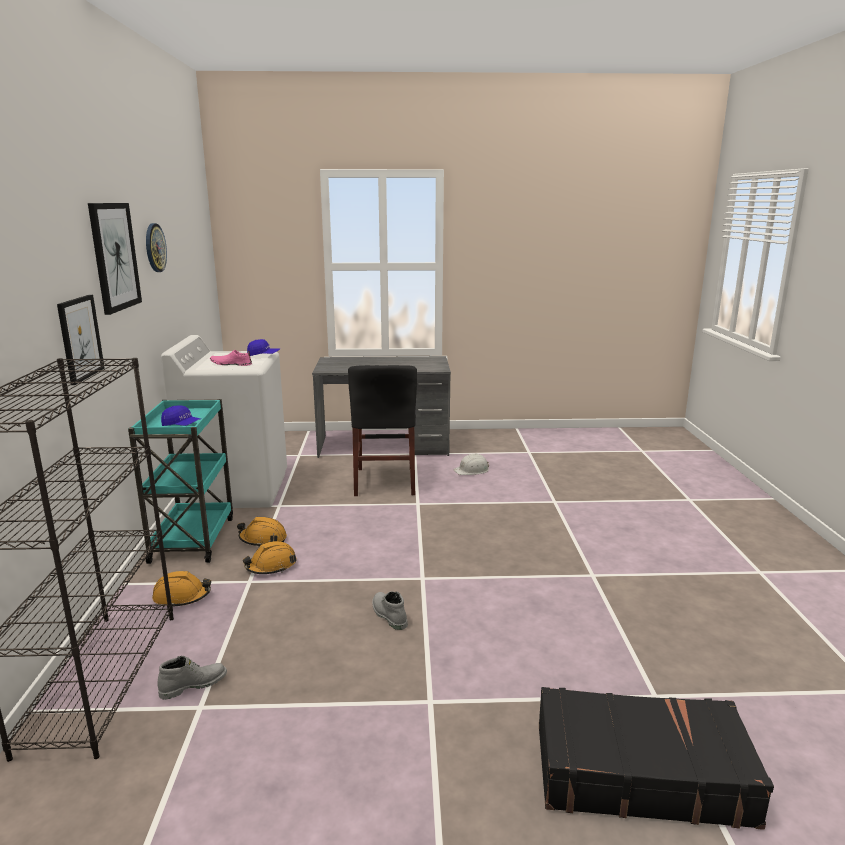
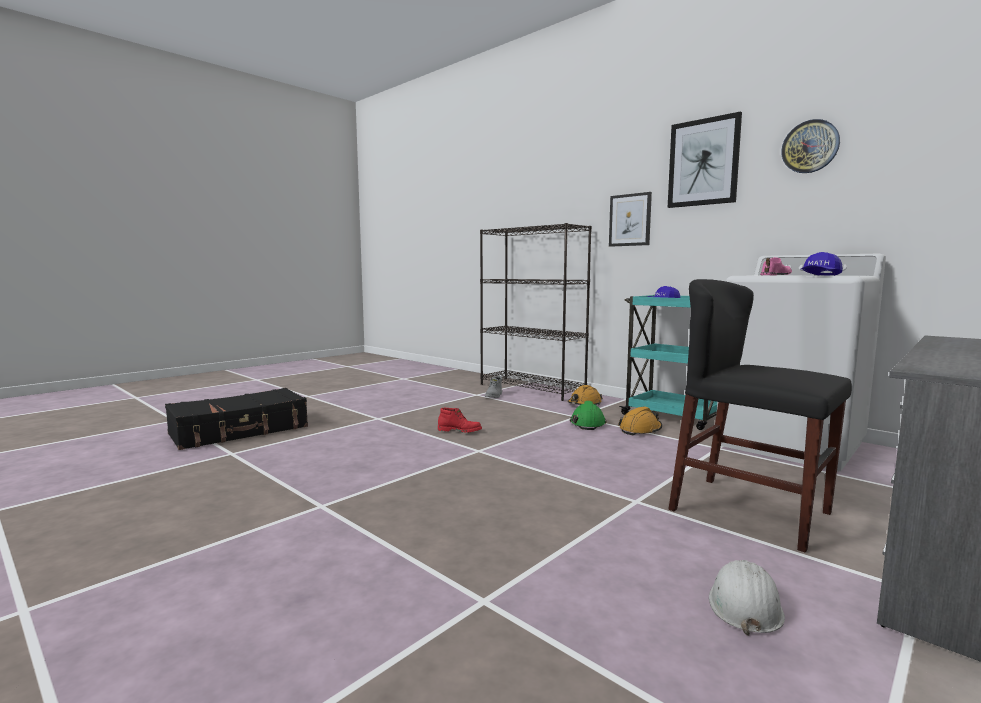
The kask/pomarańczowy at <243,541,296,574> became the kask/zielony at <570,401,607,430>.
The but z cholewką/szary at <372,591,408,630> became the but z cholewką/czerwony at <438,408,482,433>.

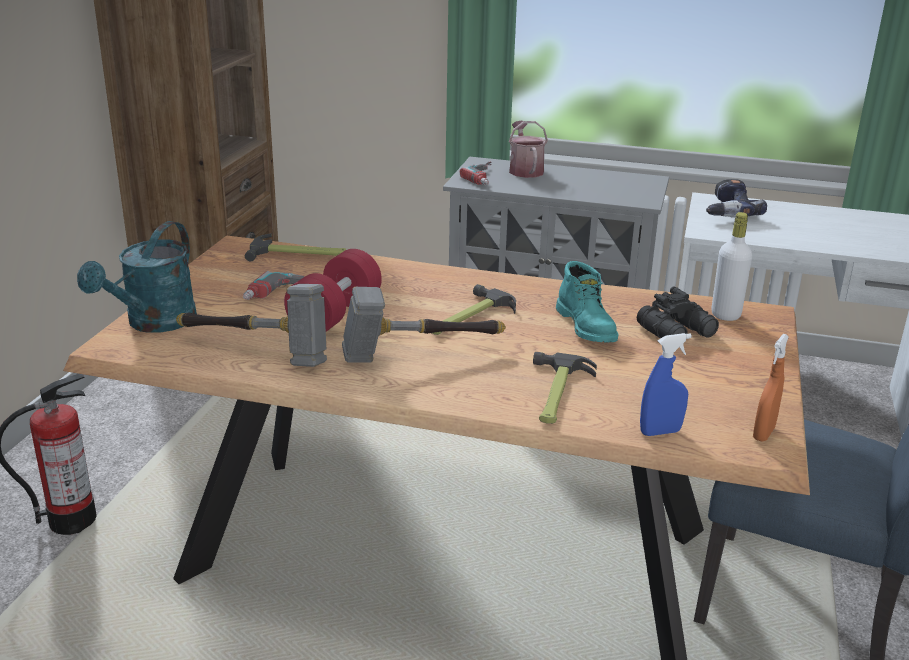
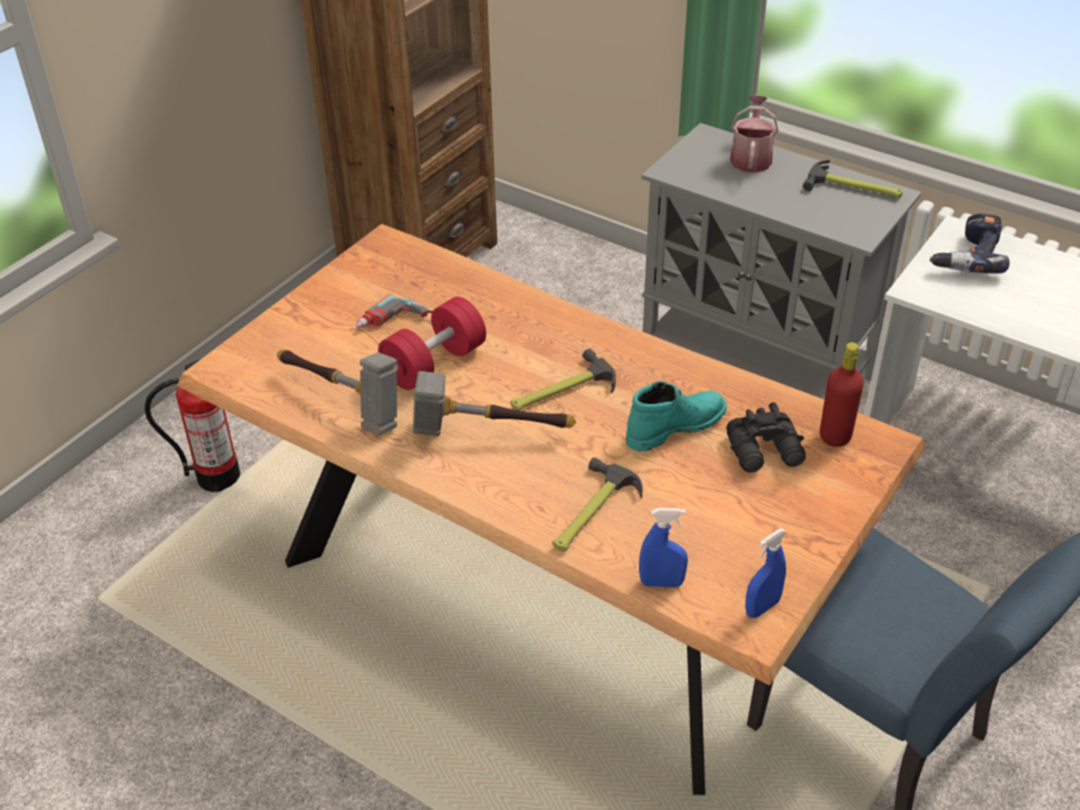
The wiertarka at <460,162,492,185> disappeared.
The butelka/biały at <711,212,752,321> became the butelka/czerwony at <820,342,864,447>.
The konewka/turkusowy at <77,221,197,333> disappeared.
The młotek moved from <245,233,346,262> to <803,160,903,198>.
The but z cholewką/turkusowy at <556,261,618,342> turned 120 degrees counterclockwise.
The spryskiwacz/pomarańczowy at <753,334,789,441> became the spryskiwacz/niebieski at <745,529,786,618>.

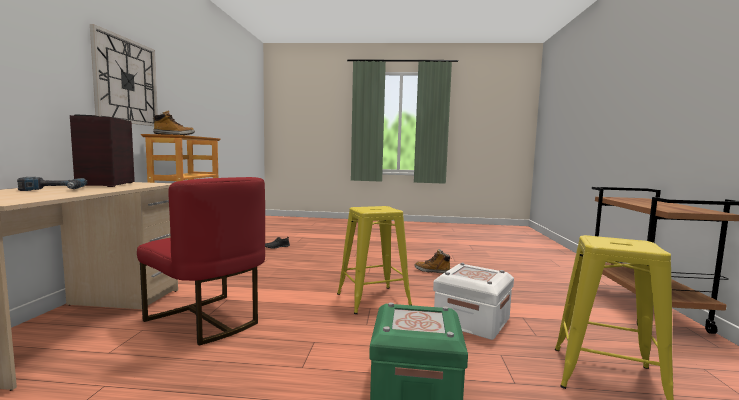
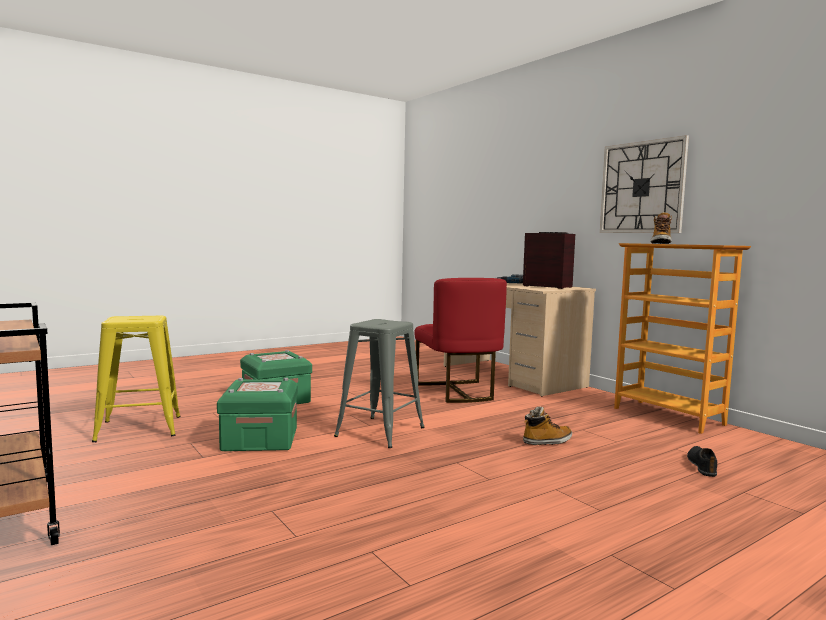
The krzesło/czerwony at <137,177,265,346> turned 105 degrees counterclockwise.
The stołek/żółty at <337,206,412,314> became the stołek/szary at <334,319,425,448>.
The but z cholewką moved from <414,249,451,274> to <523,407,572,445>.
The pojemnik do przechowywania/biały at <433,263,514,340> became the pojemnik do przechowywania/zielony at <217,378,298,451>.

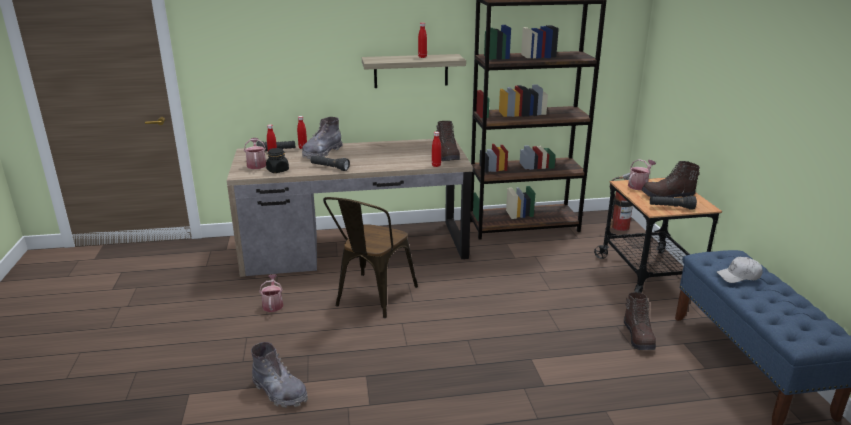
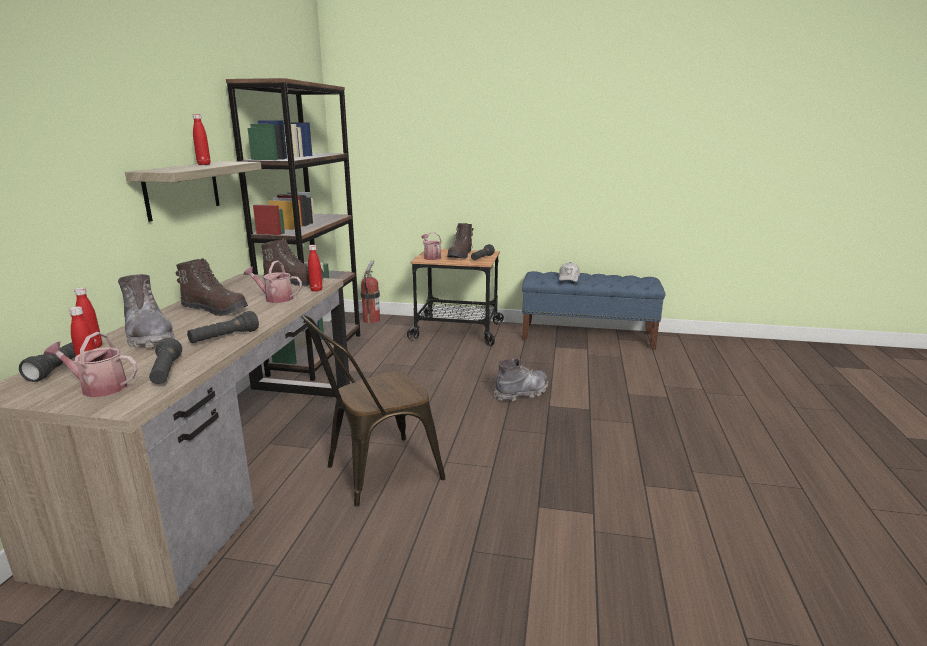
The słoik/czarny at <266,148,289,173> was replaced by the latarka/czarny at <149,338,182,384>.
The krzesło/brązowy at <323,197,418,318> turned 105 degrees clockwise.
The konewka moved from <259,275,283,312> to <243,260,302,303>.
The but z cholewką/brązowy moved from <624,292,656,350> to <175,258,248,316>.
The but z cholewką/szary moved from <251,342,308,408> to <494,359,548,401>.

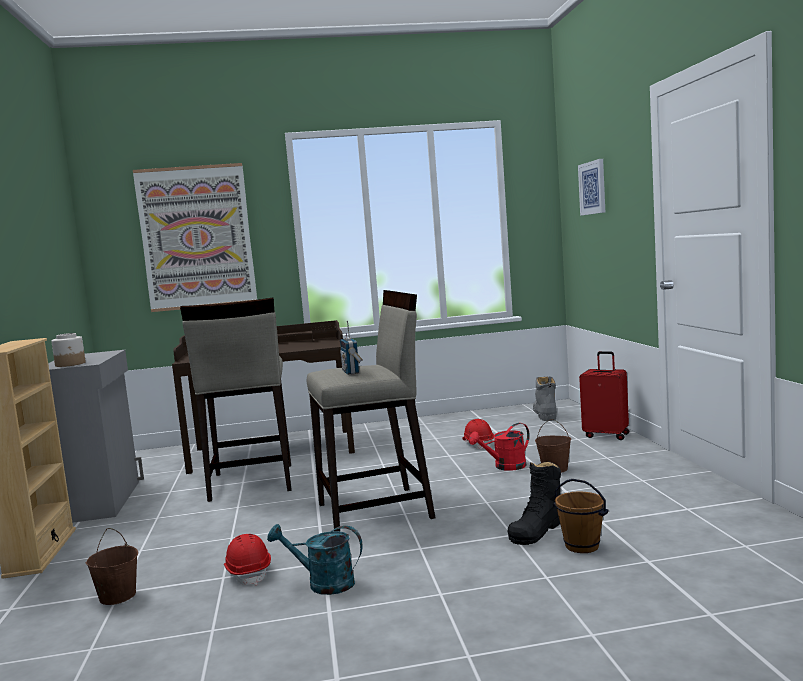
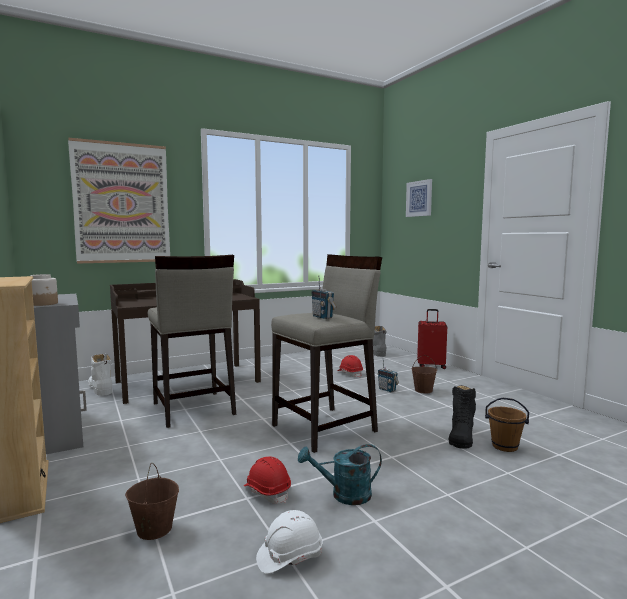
The konewka/czerwony at <469,423,530,471> was replaced by the radio at <378,360,399,392>.
The but z cholewką/biały at <88,354,113,396> appeared.
The kask/biały at <256,510,322,574> appeared.

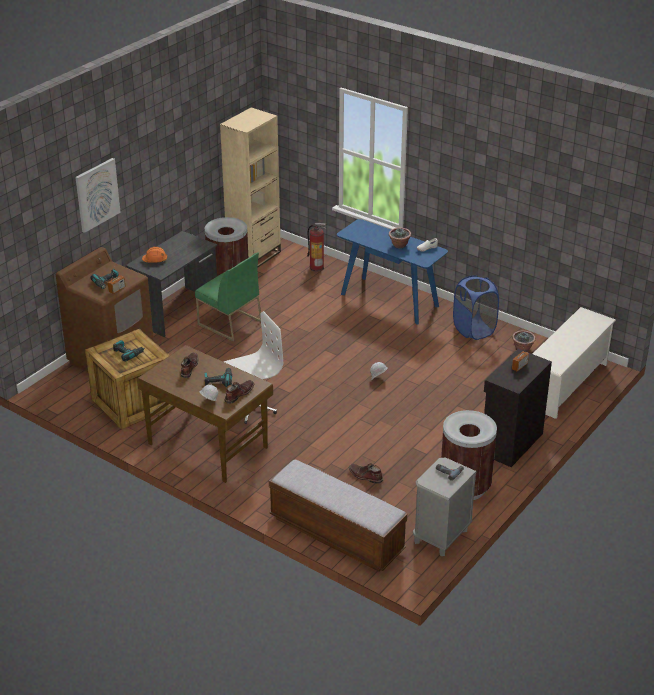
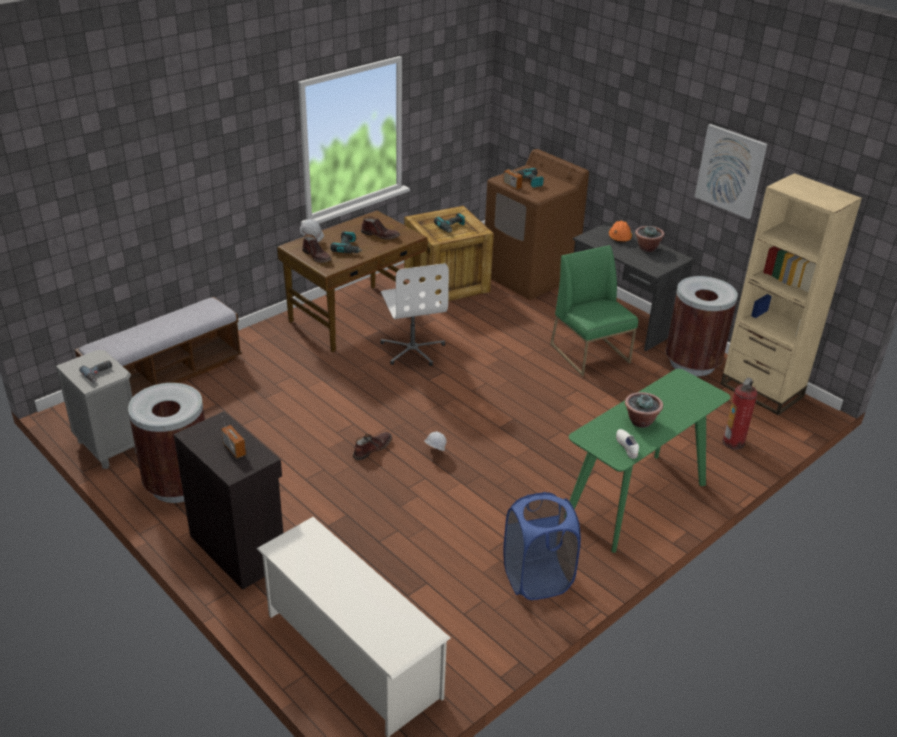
The obraz moved from <75,158,121,233> to <695,124,767,219>.
The stolik konsolowy/niebieski at <337,219,448,324> became the stolik konsolowy/zielony at <569,369,730,553>.
The krzesło/zielony at <195,253,261,341> turned 105 degrees clockwise.
The roślina doniczkowa moved from <512,330,536,352> to <635,226,665,252>.
The but z cholewką/brązowy moved from <349,463,383,484> to <353,432,392,460>.

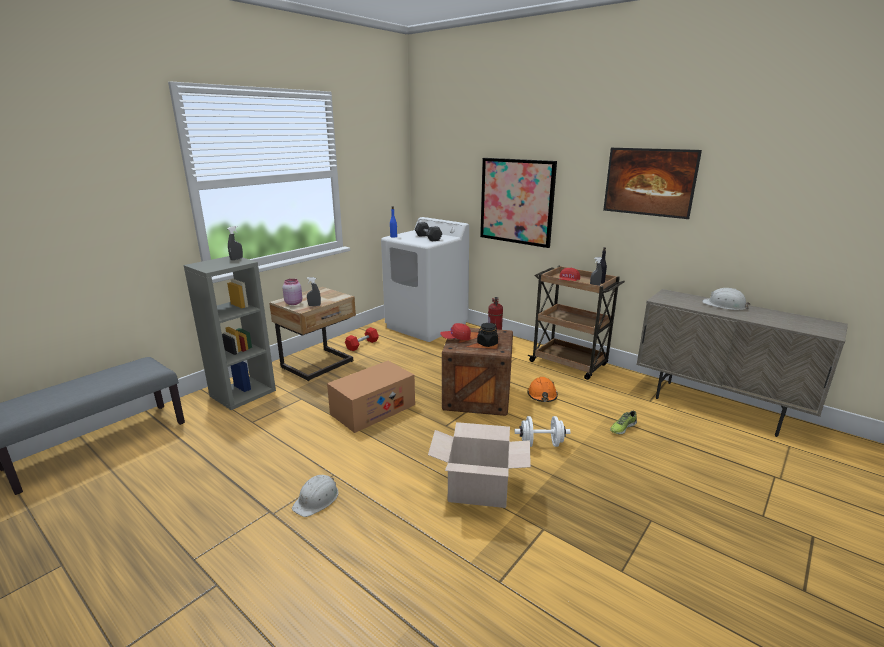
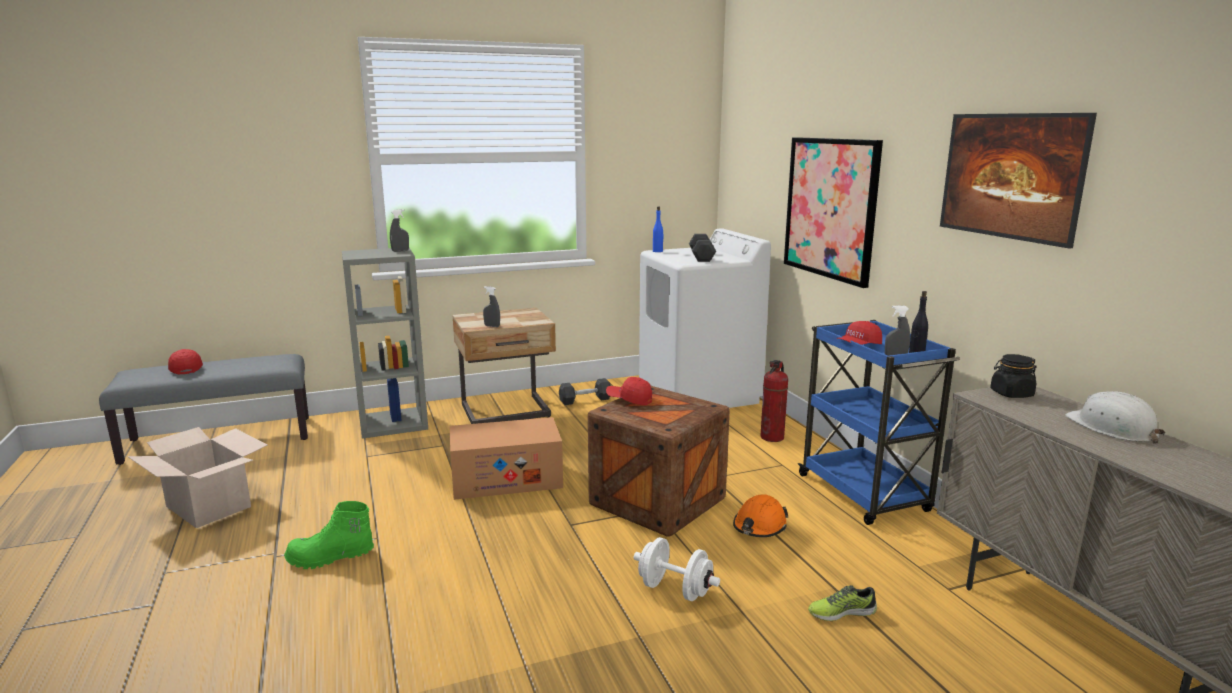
The wózek/brązowy at <528,266,625,380> became the wózek/niebieski at <798,320,960,525>.
The słoik/różowy at <282,279,302,305> disappeared.
The słoik/czarny moved from <477,323,498,347> to <990,354,1037,398>.
The hantel/czerwony at <345,327,379,351> became the hantel/szary at <559,378,611,405>.
The karton moved from <428,422,531,508> to <127,427,267,528>.
The kask/biały at <292,475,339,517> was replaced by the but z cholewką/zielony at <284,501,374,569>.
The czapka z daszkiem/czerwony at <168,349,203,375> appeared.

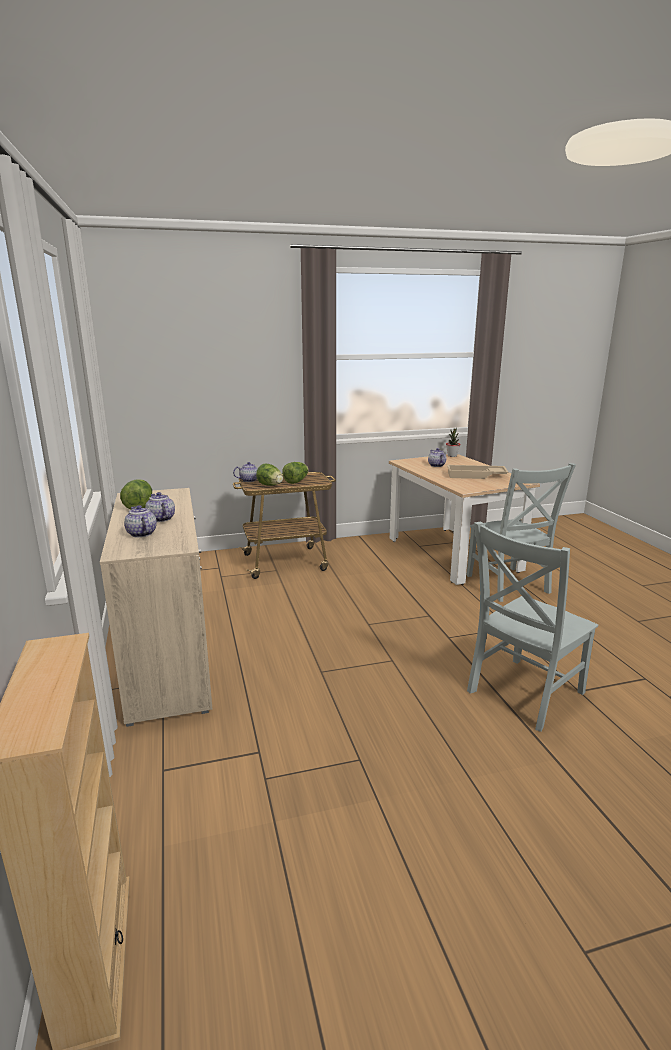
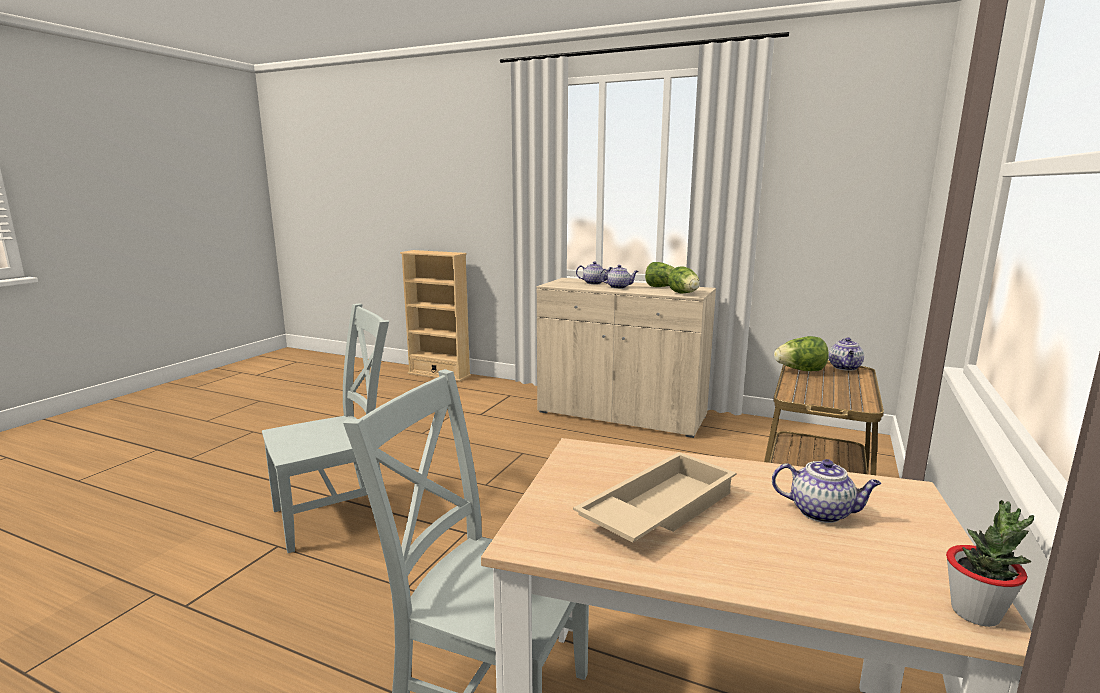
The sałata moved from <282,462,309,484> to <668,266,700,294>.
The krzesło/szary at <467,521,598,732> turned 60 degrees clockwise.

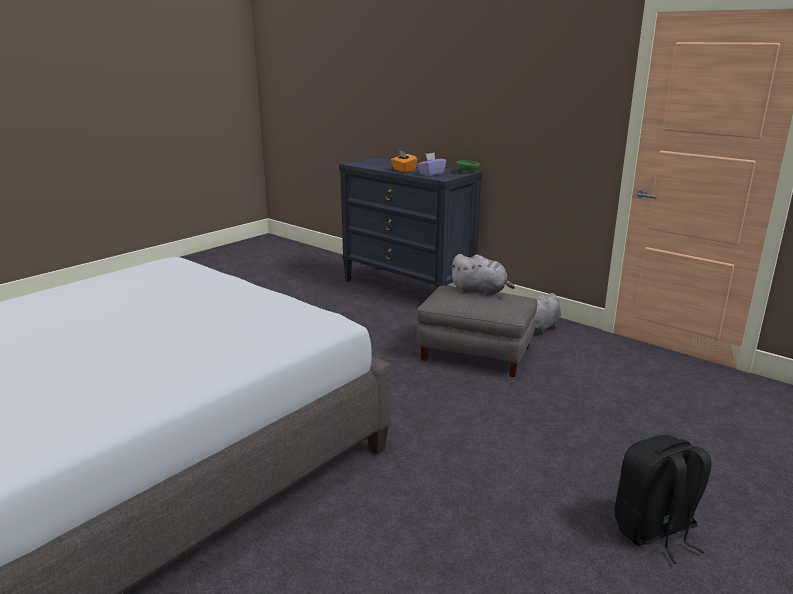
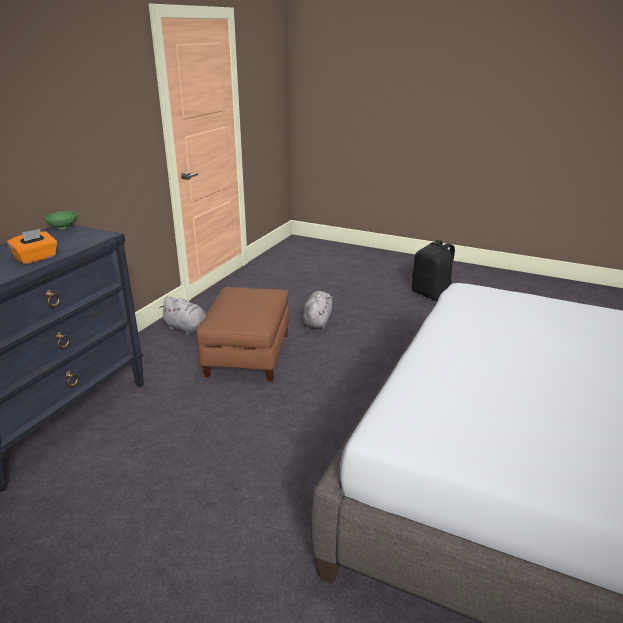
The pudełko chusteczek/fioletowy at <417,153,446,176> disappeared.
The pluszak/szary moved from <450,254,515,296> to <302,291,333,329>.
The pufa/szary at <417,285,537,377> became the pufa/brązowy at <196,287,290,382>.

